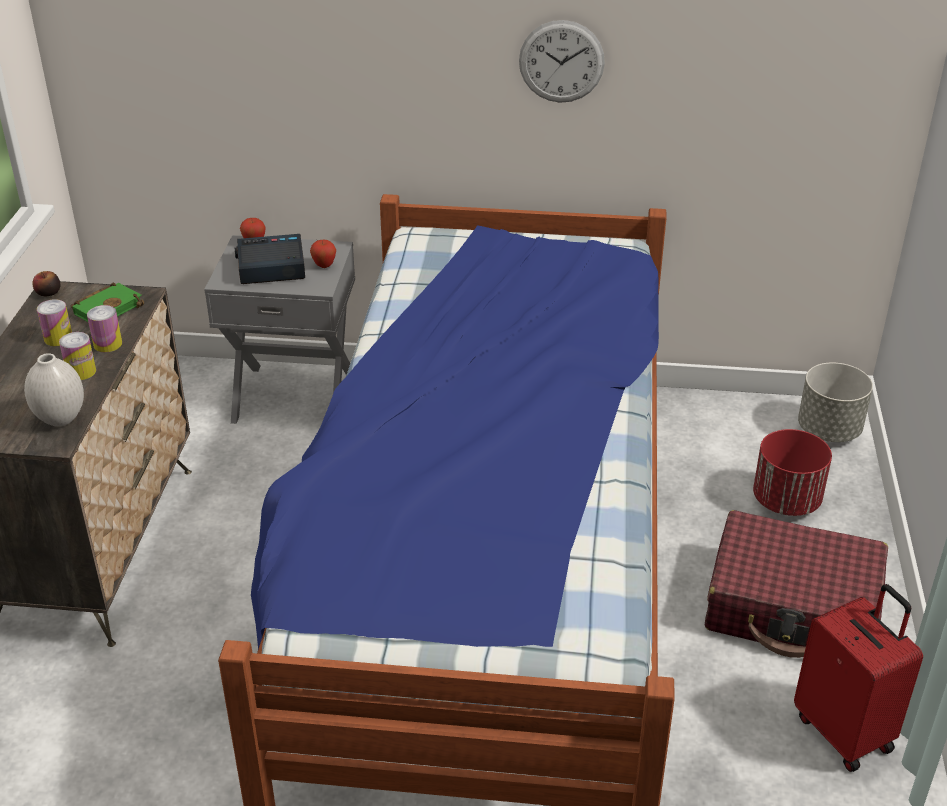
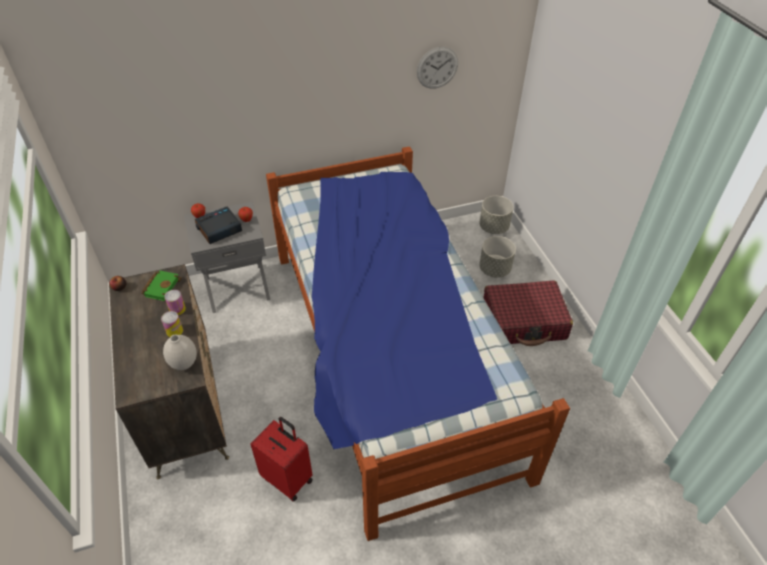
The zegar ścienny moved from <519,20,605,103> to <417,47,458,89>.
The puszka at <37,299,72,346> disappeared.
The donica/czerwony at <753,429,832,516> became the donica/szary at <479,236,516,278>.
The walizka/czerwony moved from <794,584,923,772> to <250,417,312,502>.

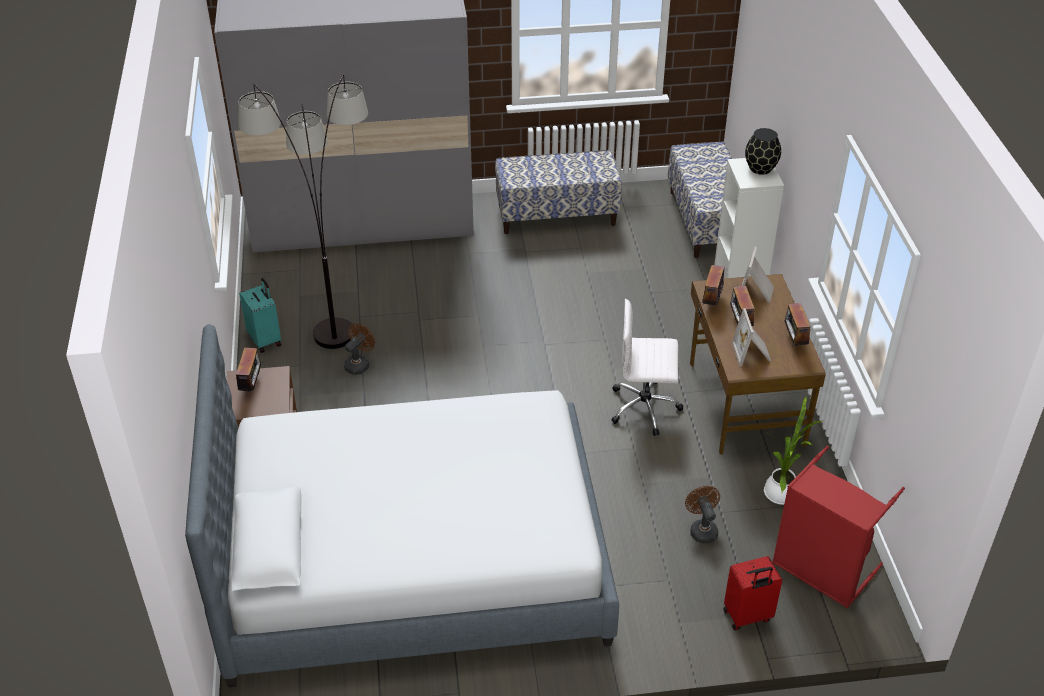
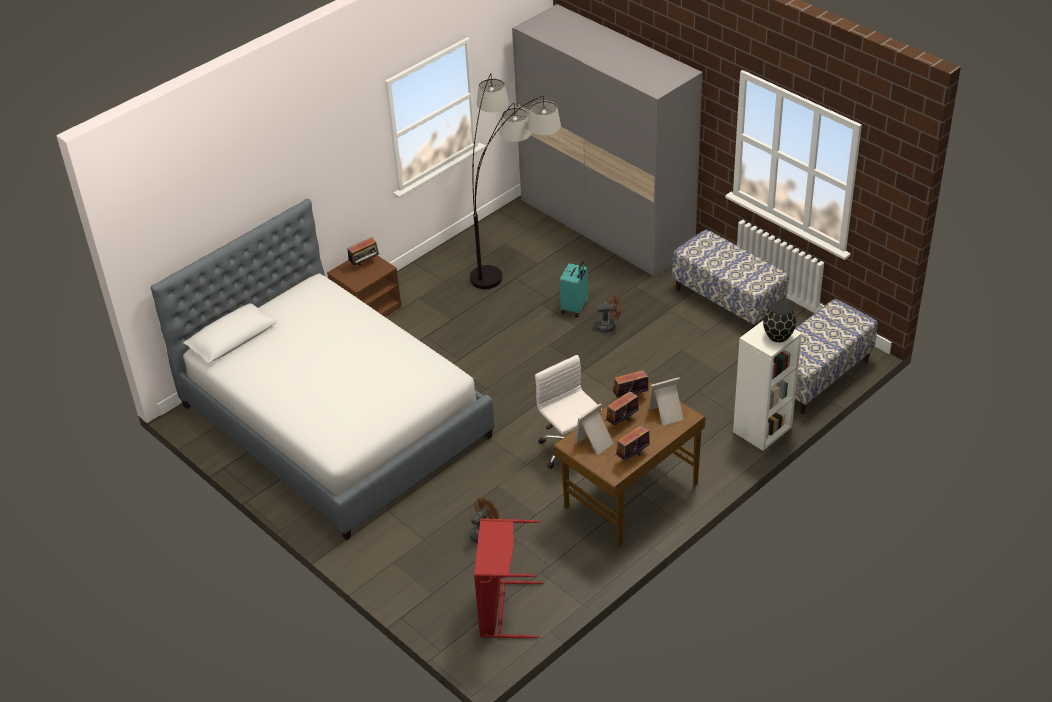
The walizka/turkusowy moved from <239,278,281,353> to <560,261,588,317>.
The wentylator/brązowy moved from <344,323,375,375> to <596,294,621,333>.
The roślina doniczkowa at <764,396,824,505> disappeared.
The walizka/czerwony at <723,556,782,631> disappeared.

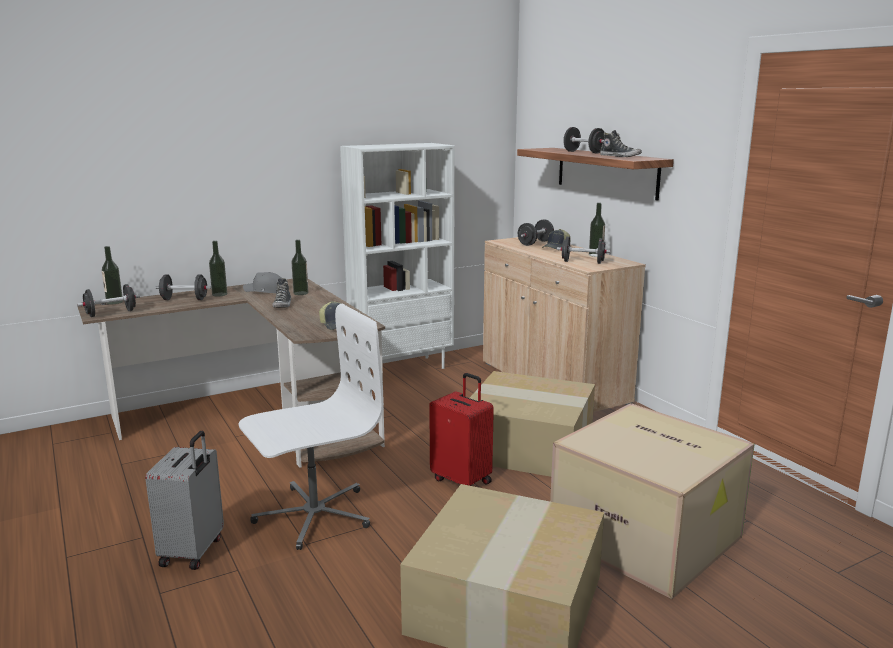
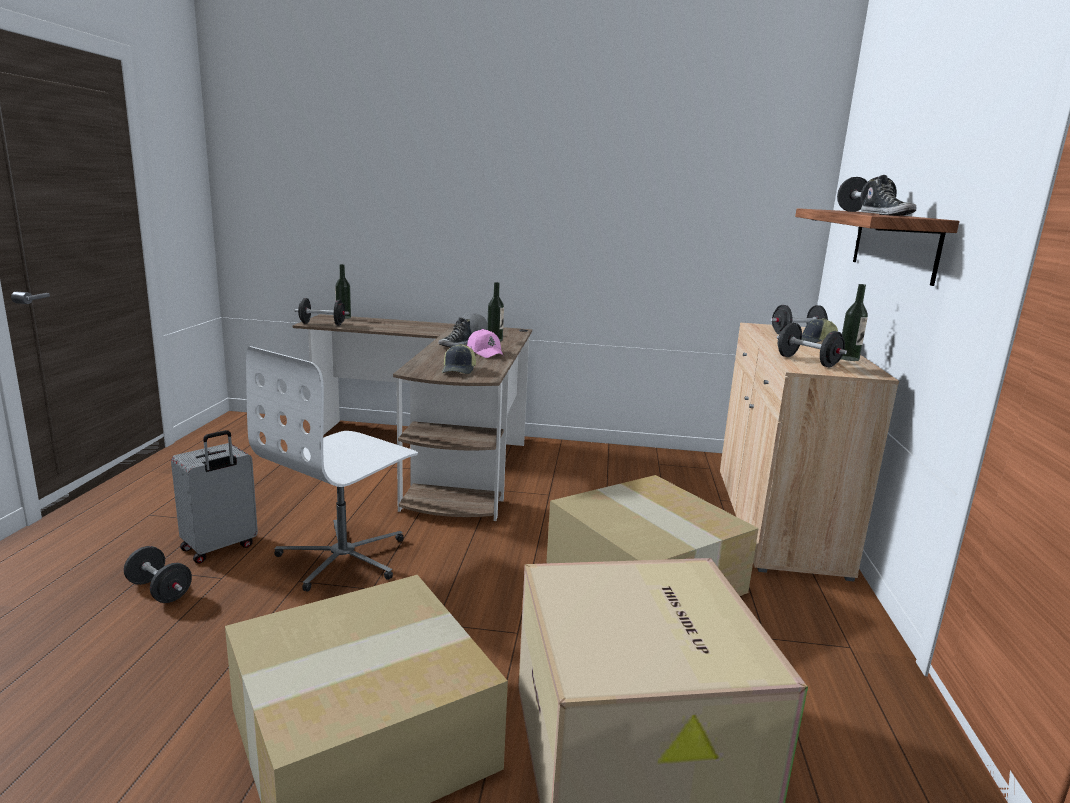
The regał/biały at <340,143,455,375> disappeared.
The butelka at <209,241,227,297> disappeared.
The hantel/czarny moved from <156,274,211,300> to <124,546,192,603>.
The krzesło biurowe/biały at <239,304,384,550> turned 120 degrees clockwise.
The walizka/czerwony at <429,373,494,486> disappeared.
The czapka z daszkiem/różowy at <467,329,504,358> appeared.

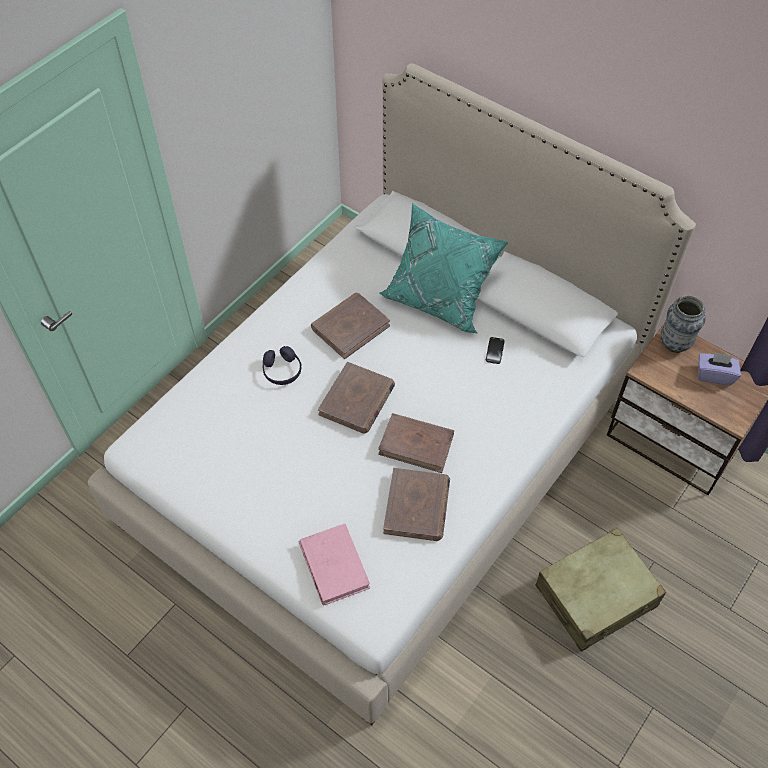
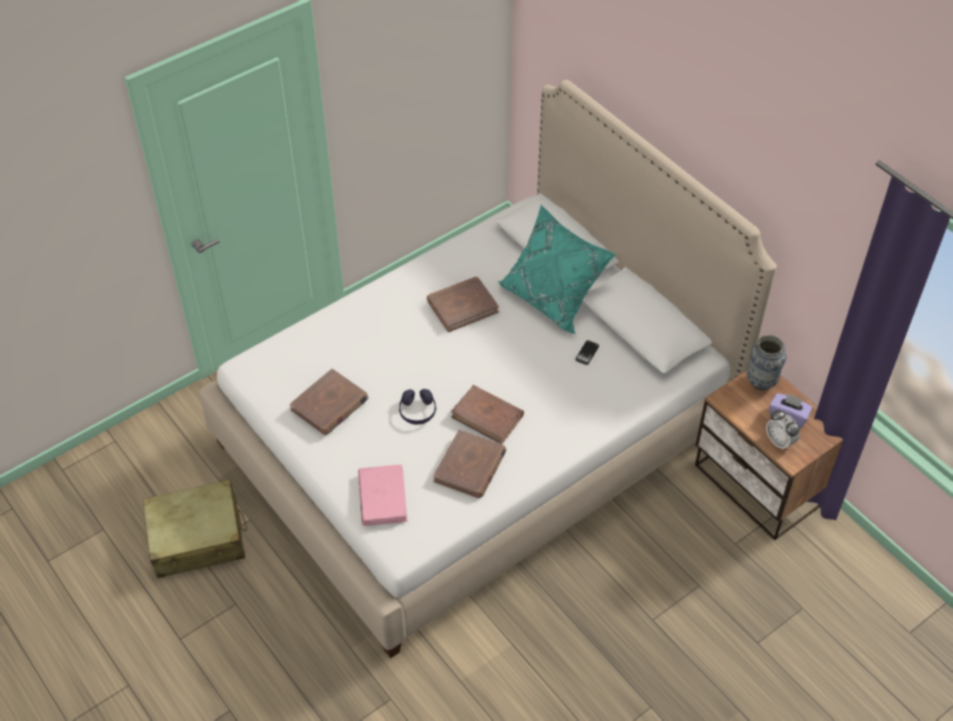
The słuchawki/fioletowy moved from <263,346,301,385> to <399,389,436,425>.
The książka/brązowy moved from <318,362,395,434> to <290,369,368,435>.
The walizka/beżowy moved from <535,528,666,652> to <143,479,247,578>.
The budzik at <766,410,800,451> appeared.

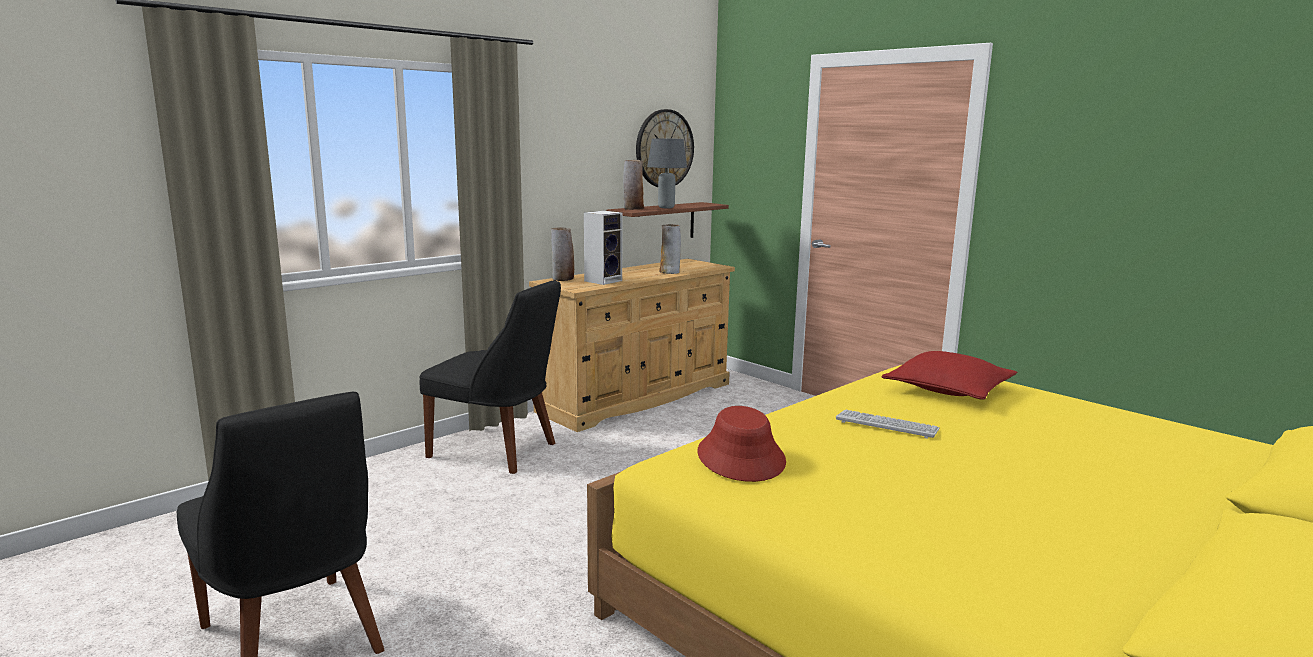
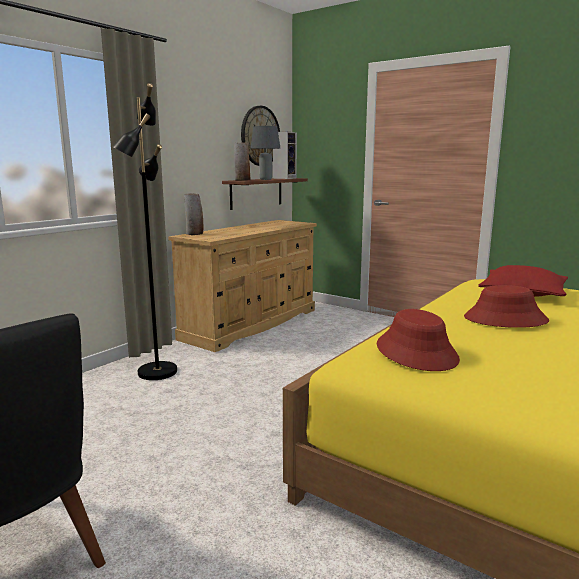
The głośnik moved from <584,211,623,285> to <273,132,297,179>.
The wazon at <659,224,681,274> disappeared.
The krzesło/czarny at <420,280,561,474> was replaced by the lampa stojąca/czarny at <112,83,177,380>.
The klawiatura at <836,409,940,439> was replaced by the kapelusz/czerwony at <464,285,549,328>.

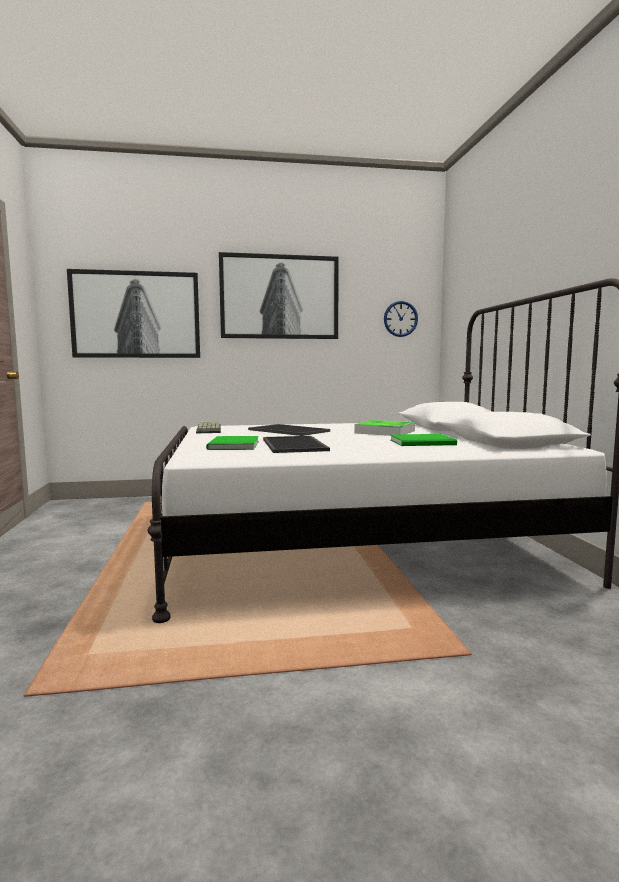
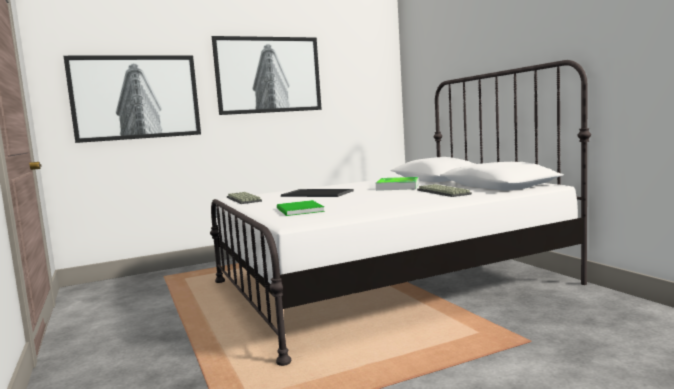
The zegar ścienny at <384,301,418,337> disappeared.
The książka/zielony at <391,434,457,446> was replaced by the klawiatura at <417,184,472,197>.
The taca at <263,436,330,453> disappeared.

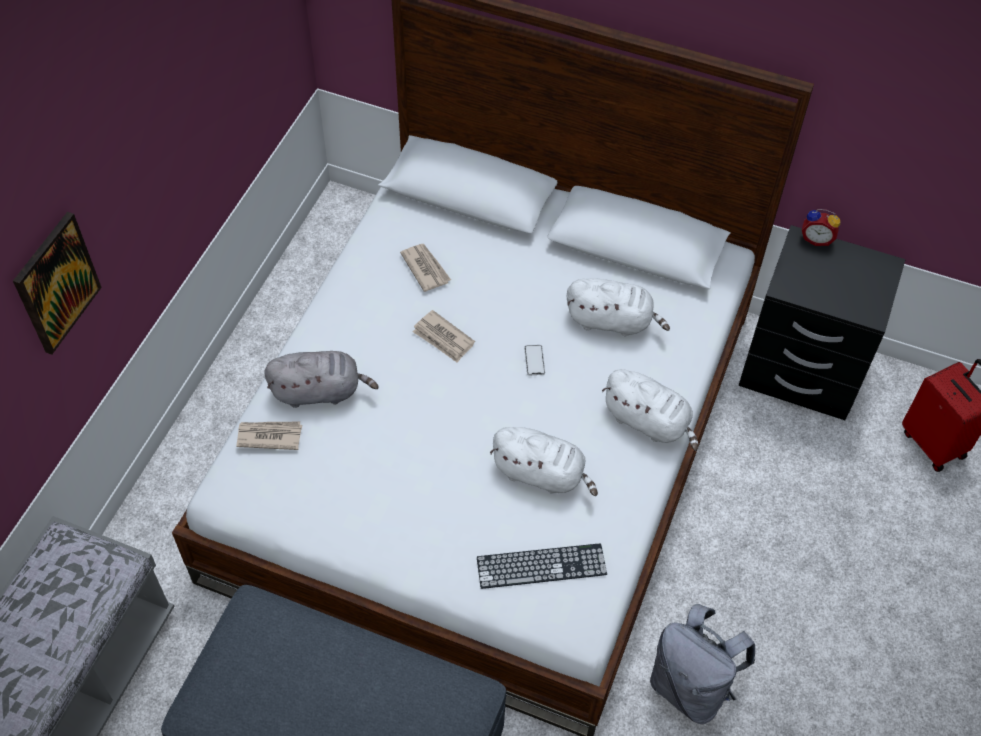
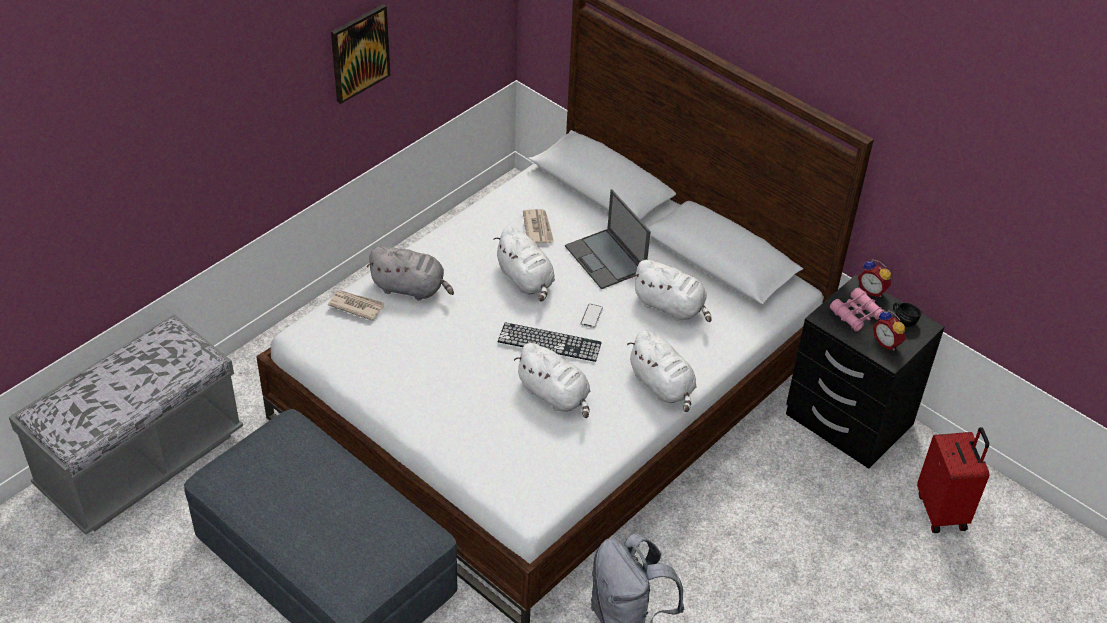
The obraz moved from <13,212,102,355> to <331,4,391,104>.
The gazeta at <413,310,475,363> was replaced by the pluszak/biały at <494,226,555,302>.
The klawiatura moved from <477,544,607,589> to <498,323,602,362>.
The laptop at <565,189,651,289> appeared.
The lornetka/różowy at <830,287,885,331> appeared.
The kubek/czarny at <893,302,921,327> appeared.
The budzik at <873,310,905,350> appeared.

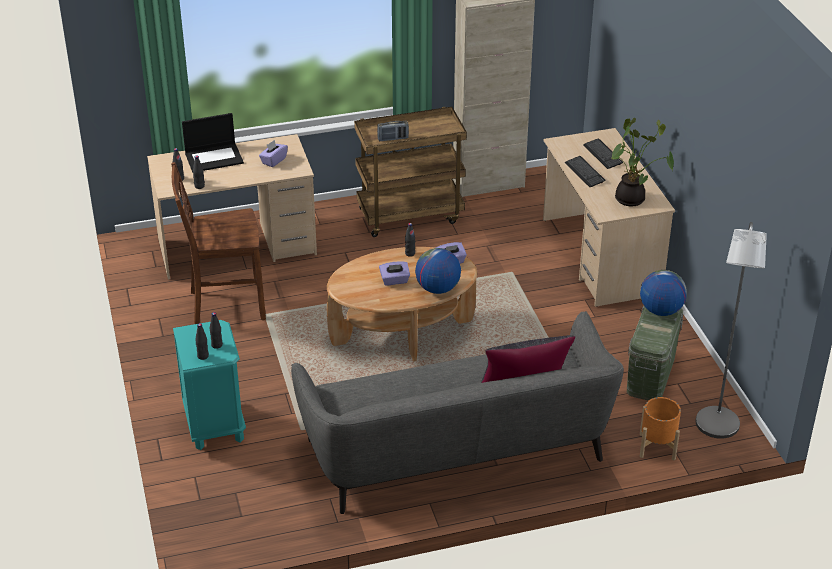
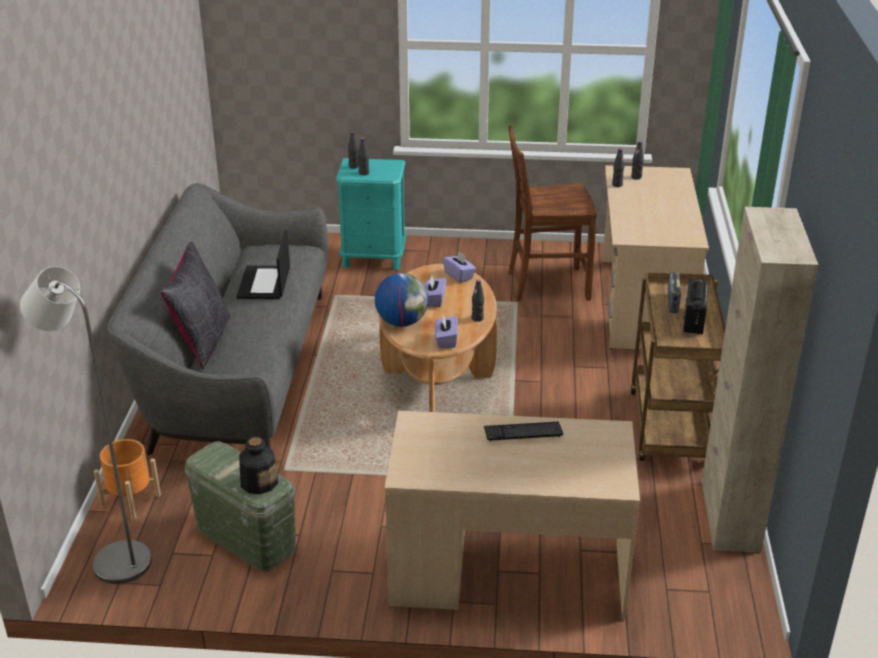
The laptop moved from <182,113,244,172> to <237,230,290,299>.
The roślina doniczkowa at <611,118,674,206> disappeared.
The klawiatura at <583,138,623,169> disappeared.
The pudełko chusteczek/fioletowy moved from <259,140,288,167> to <442,251,476,283>.
The krzesło/brązowy at <171,162,266,324> turned 105 degrees counterclockwise.
The globus at <640,270,687,316> was replaced by the butelka at <239,437,278,494>.
The radio at <683,279,708,334> appeared.

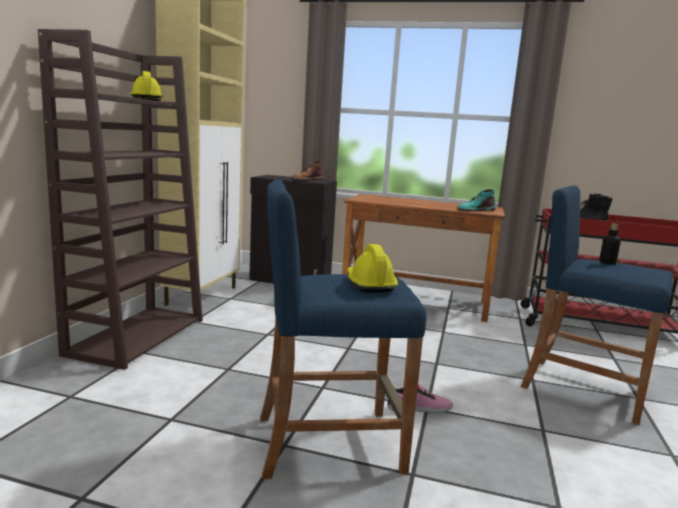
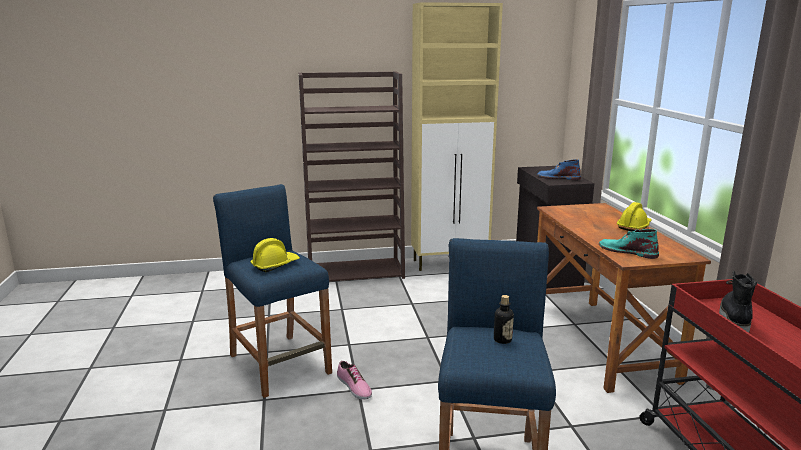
The kask/żółty moved from <130,71,163,101> to <617,202,652,231>.
The but z cholewką/brązowy at <291,161,324,181> became the but z cholewką/niebieski at <537,159,581,180>.

